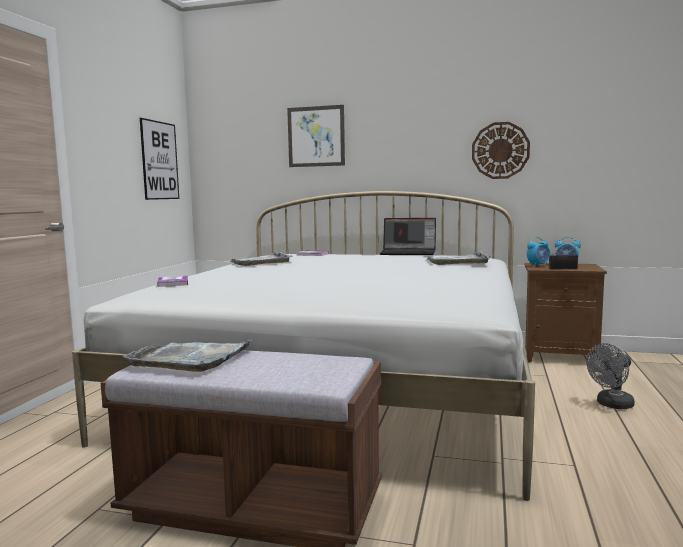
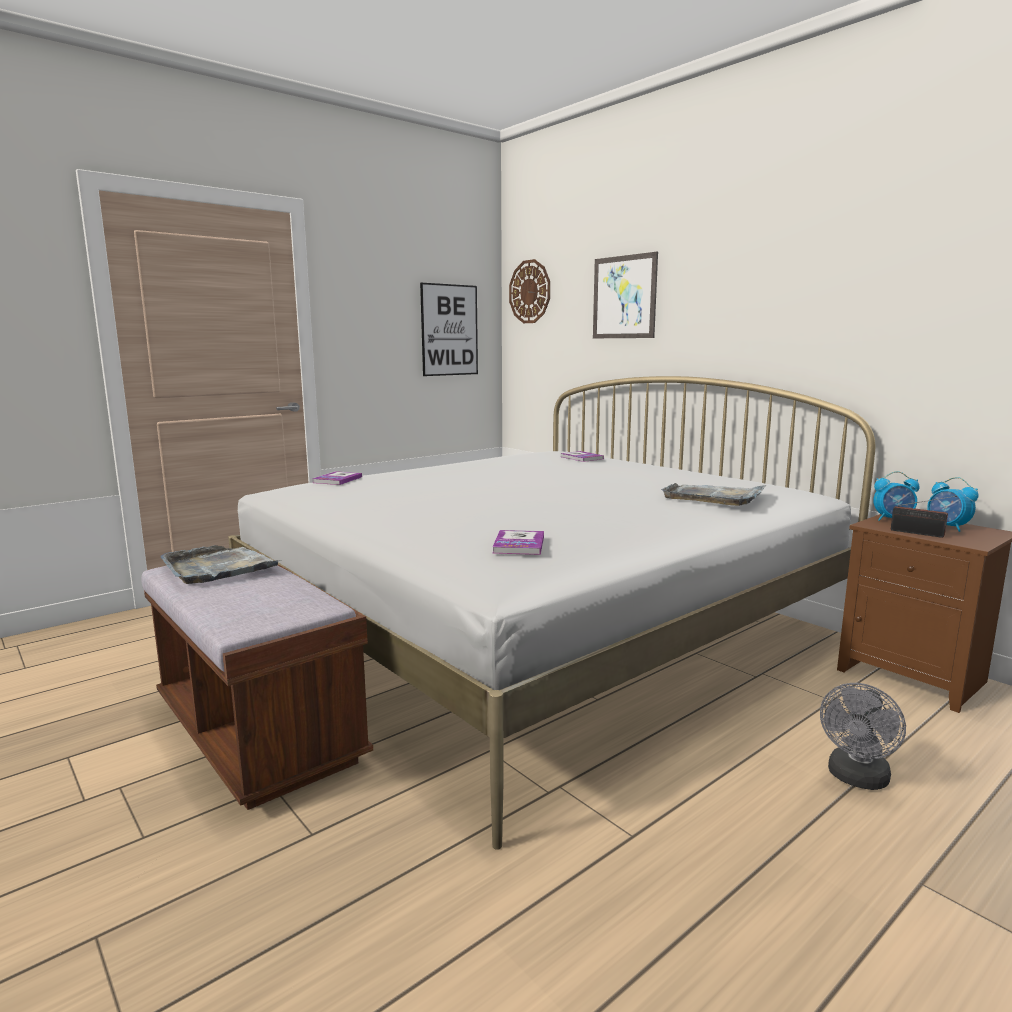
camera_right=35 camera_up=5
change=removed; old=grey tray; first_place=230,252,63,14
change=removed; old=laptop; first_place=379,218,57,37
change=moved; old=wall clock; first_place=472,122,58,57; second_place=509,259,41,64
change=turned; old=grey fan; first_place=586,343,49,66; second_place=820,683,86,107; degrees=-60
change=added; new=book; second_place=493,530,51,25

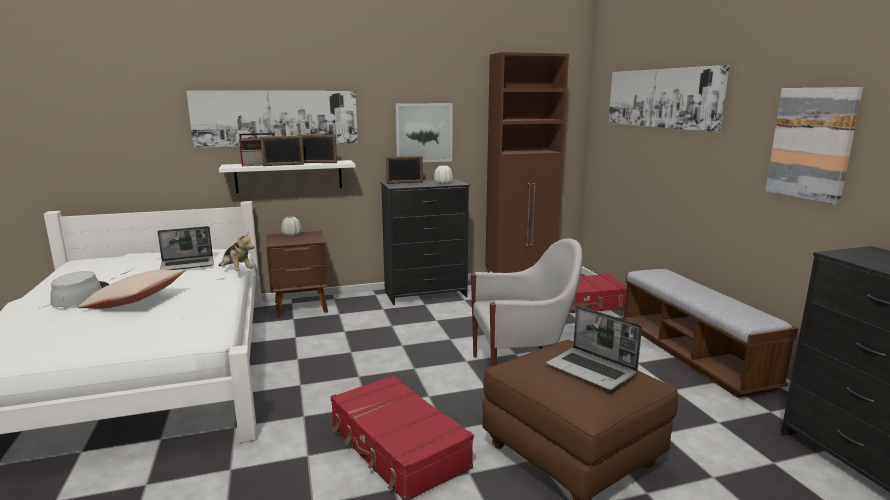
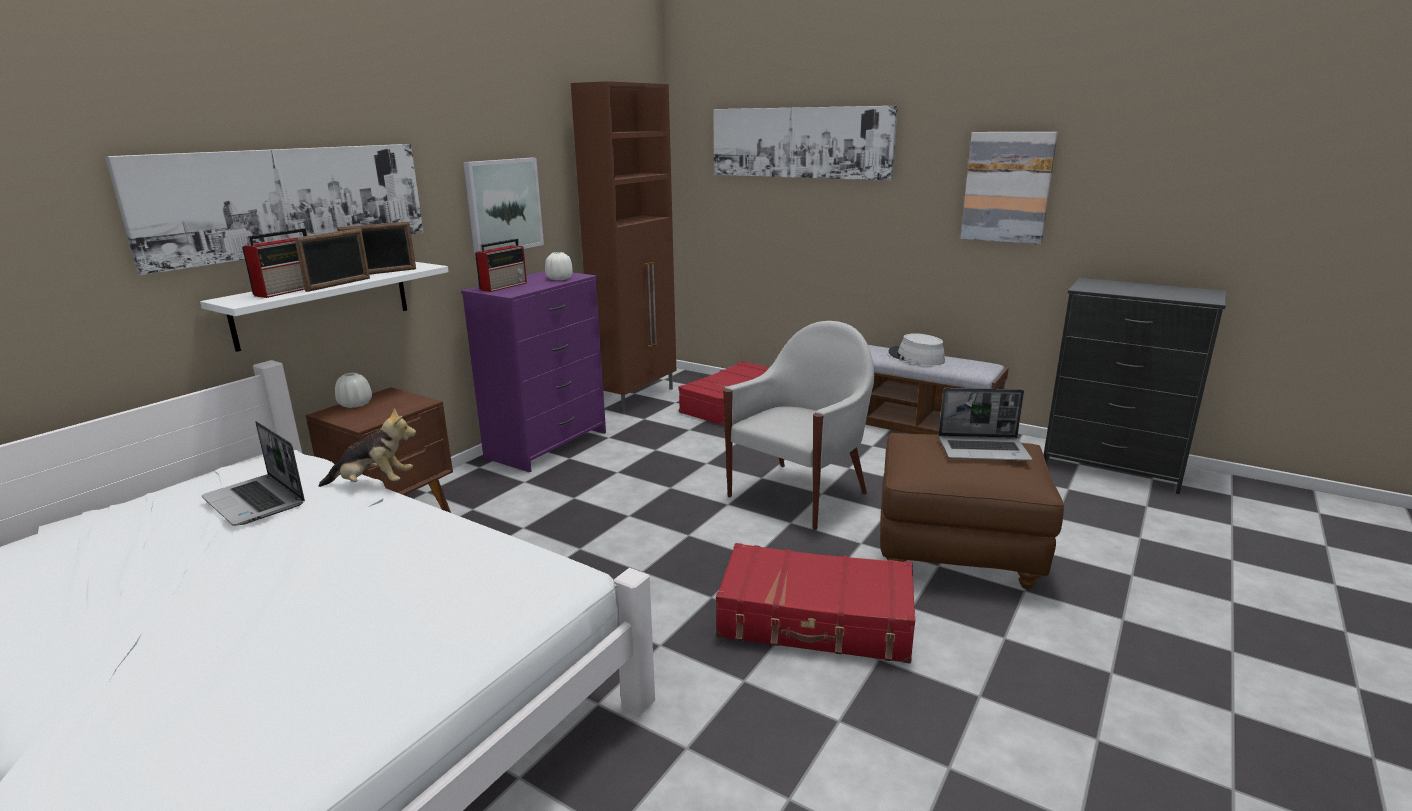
camera_right=-40 camera_up=5
change=moved; old=grey hat; first_place=50,271,59,36; second_place=889,333,56,32
change=removed; old=beige pillow; first_place=78,270,106,39
change=turned; old=laptop; first_place=158,226,56,44; second_place=201,421,104,105; degrees=105
change=recoloured; old=black dresser; new=purple dresser; first_place=380,178,90,127; second_place=461,271,145,201
change=replaced; old=picture frame; new=radio; first_place=386,156,37,28; second_place=475,239,52,53

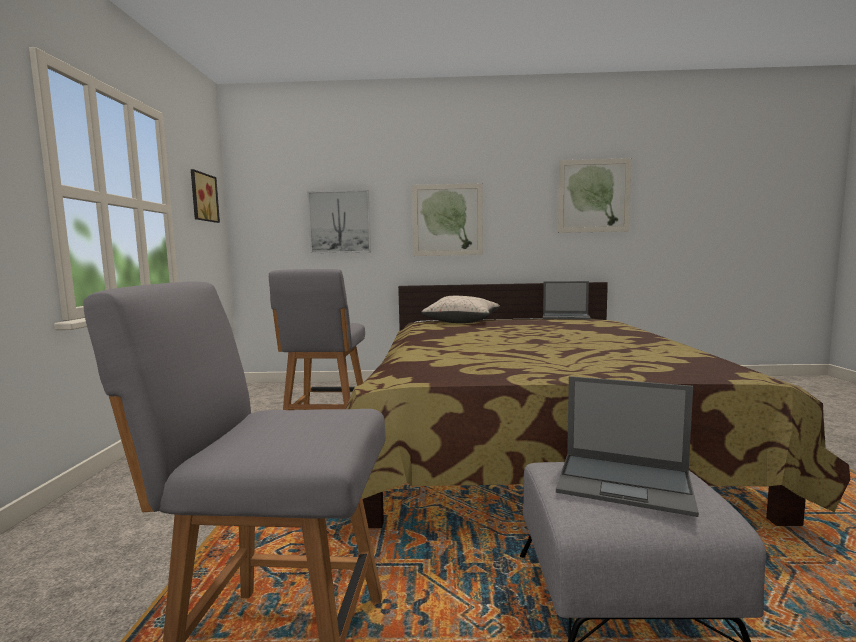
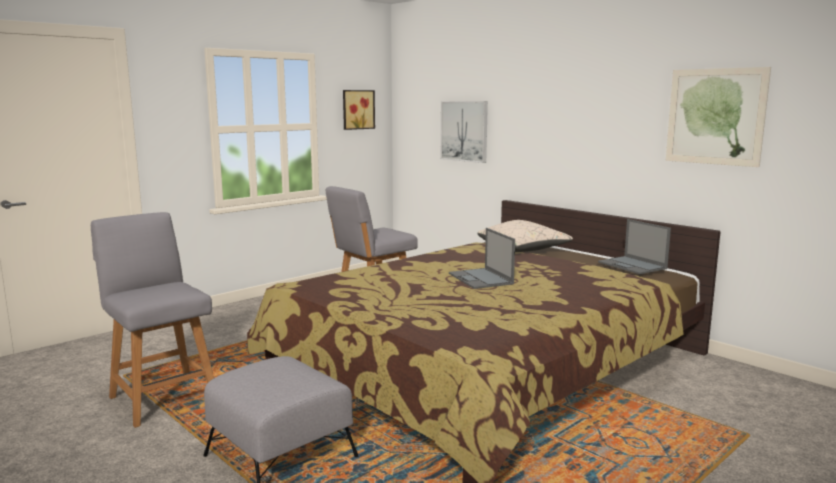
camera_right=45 camera_up=5
change=removed; old=picture; first_place=412,183,71,73
change=moved; old=laptop; first_place=556,376,143,141; second_place=449,228,66,61

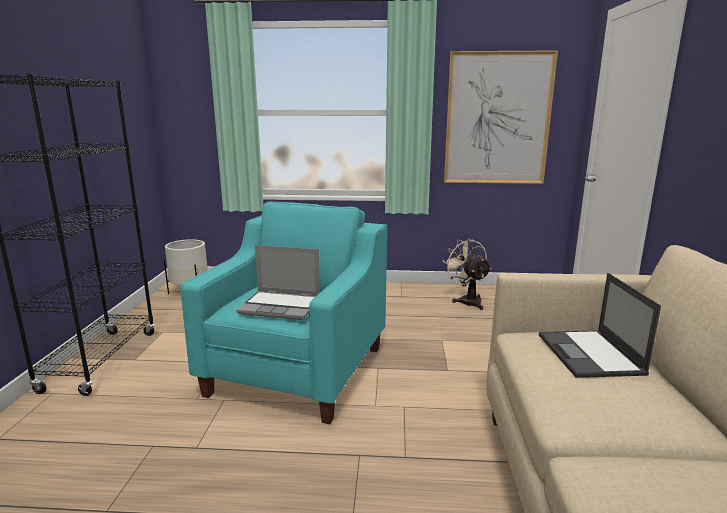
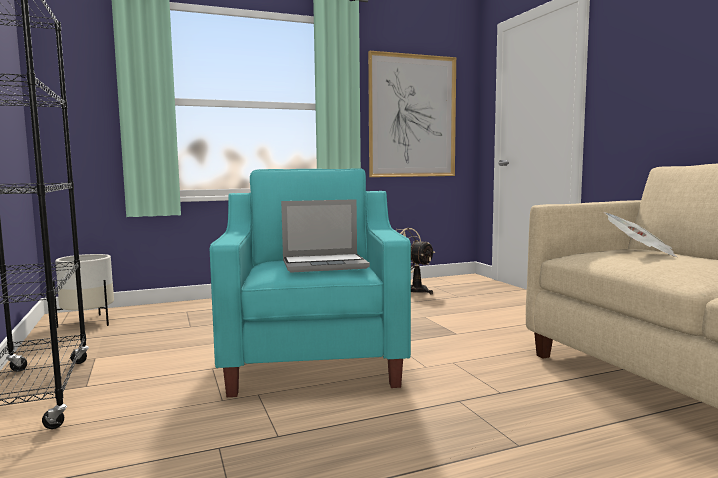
camera_right=-25 camera_up=-10
change=replaced; old=laptop; new=newspaper; first_place=539,273,122,105; second_place=604,212,73,45

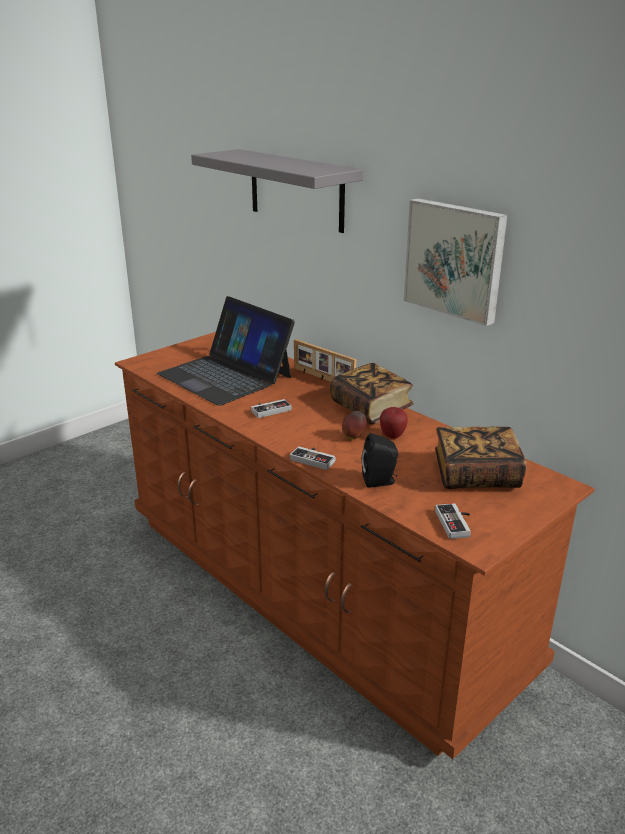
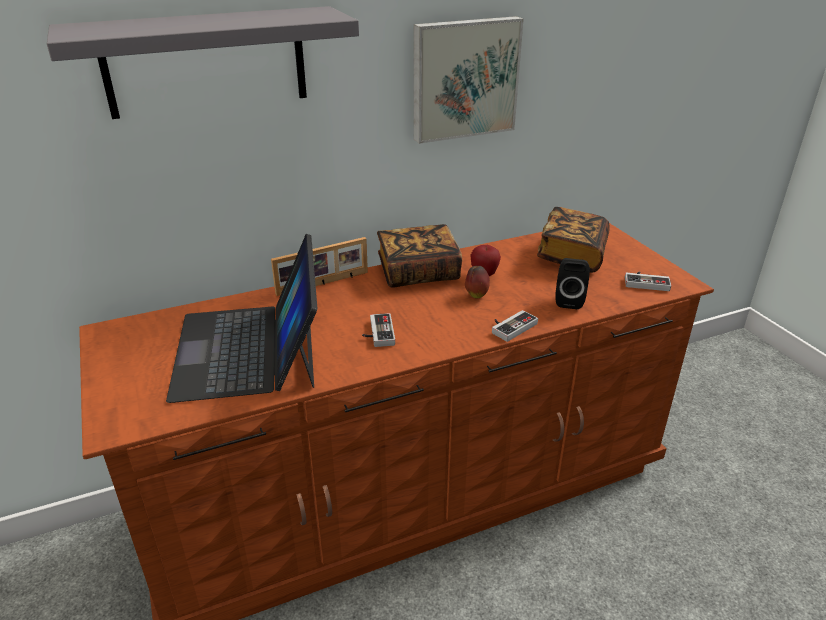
camera_right=-70 camera_up=5
change=turned; old=laptop; first_place=157,296,138,110; second_place=166,234,151,169; degrees=105

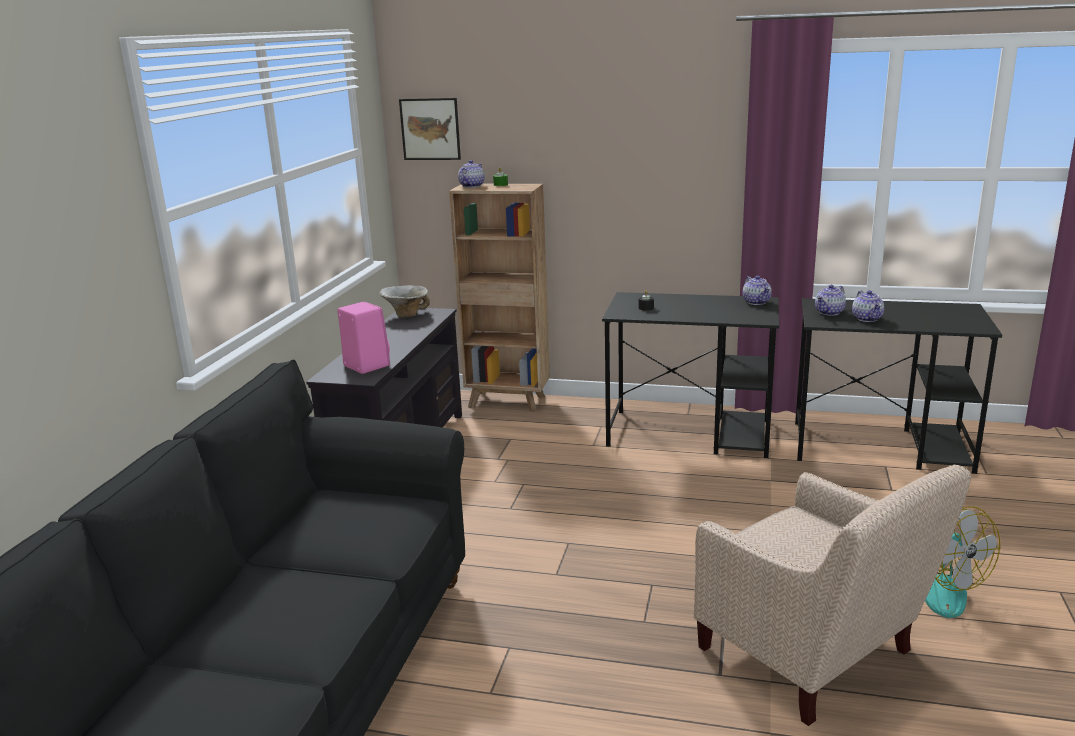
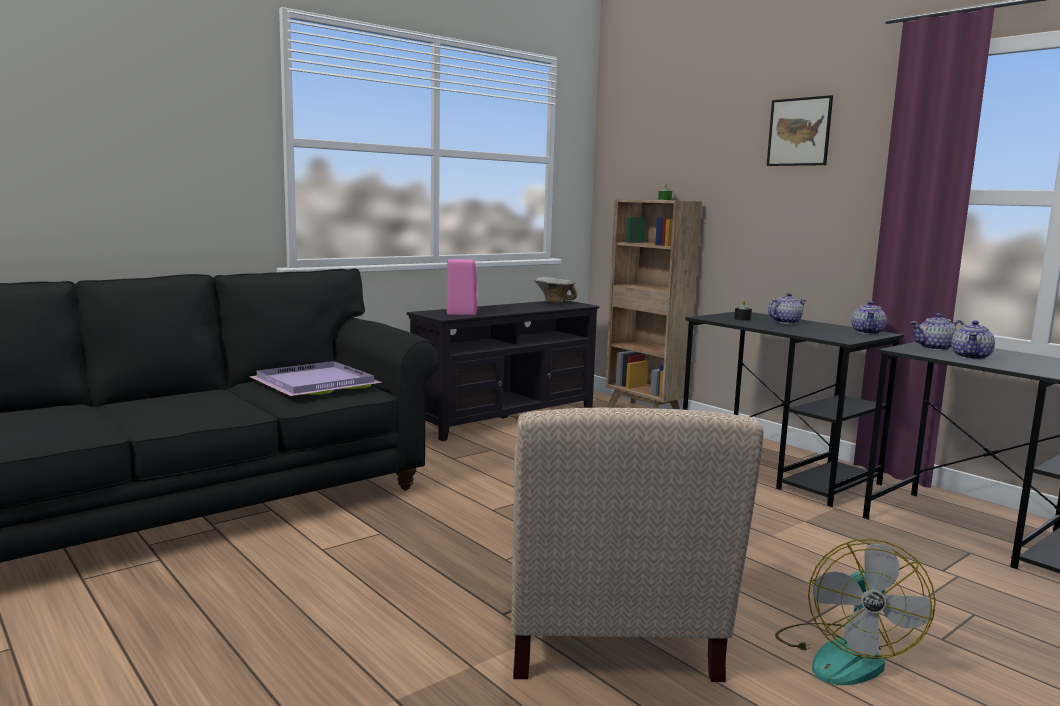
camera_right=35 camera_up=-10
change=moved; old=picture; first_place=399,98,62,62; second_place=767,95,66,71
change=moved; old=teapot; first_place=458,160,27,28; second_place=768,293,39,31
change=added; new=purple tray; second_place=249,361,133,35

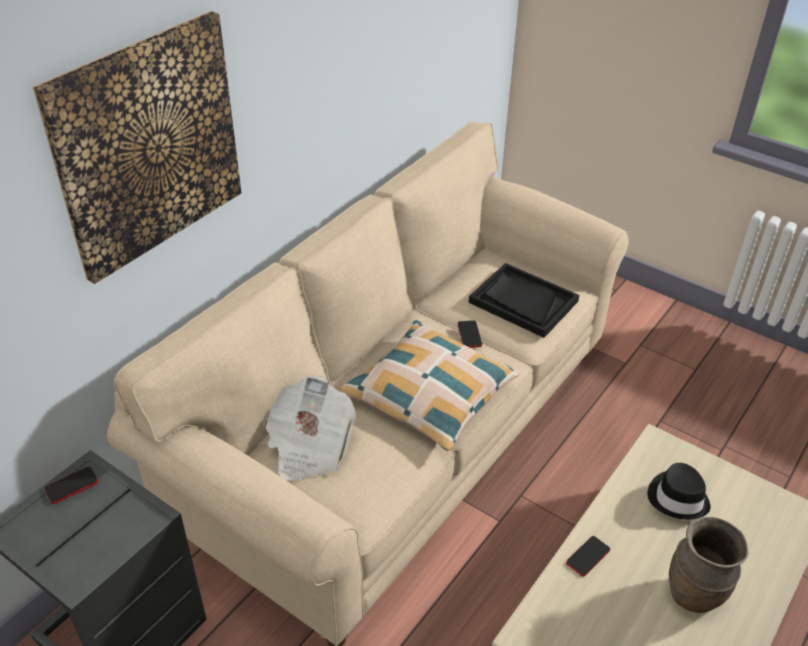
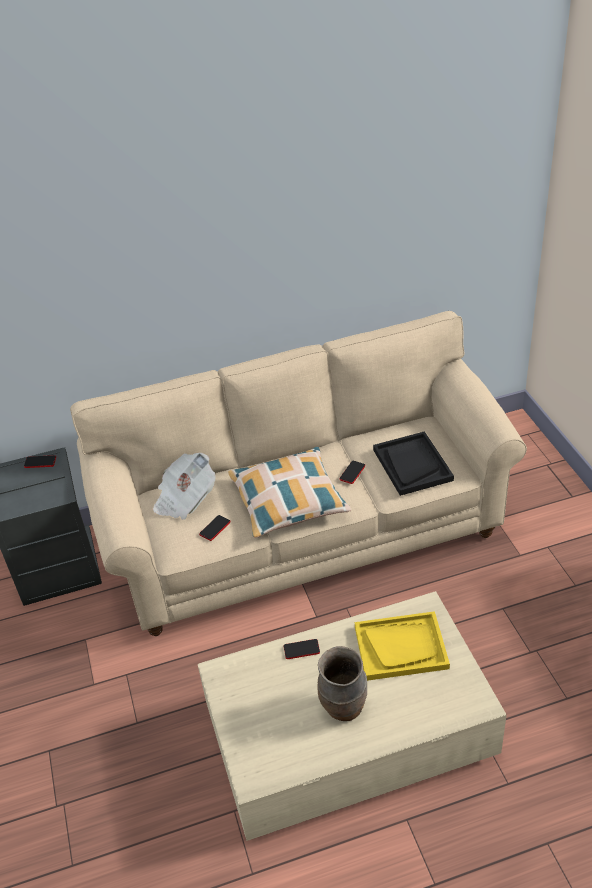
camera_right=40 camera_up=0
change=removed; old=picture; first_place=33,11,208,273
change=replaced; old=black hat; new=yellow tray; first_place=648,463,63,56; second_place=355,611,95,70
change=added; new=phone; second_place=199,515,31,26

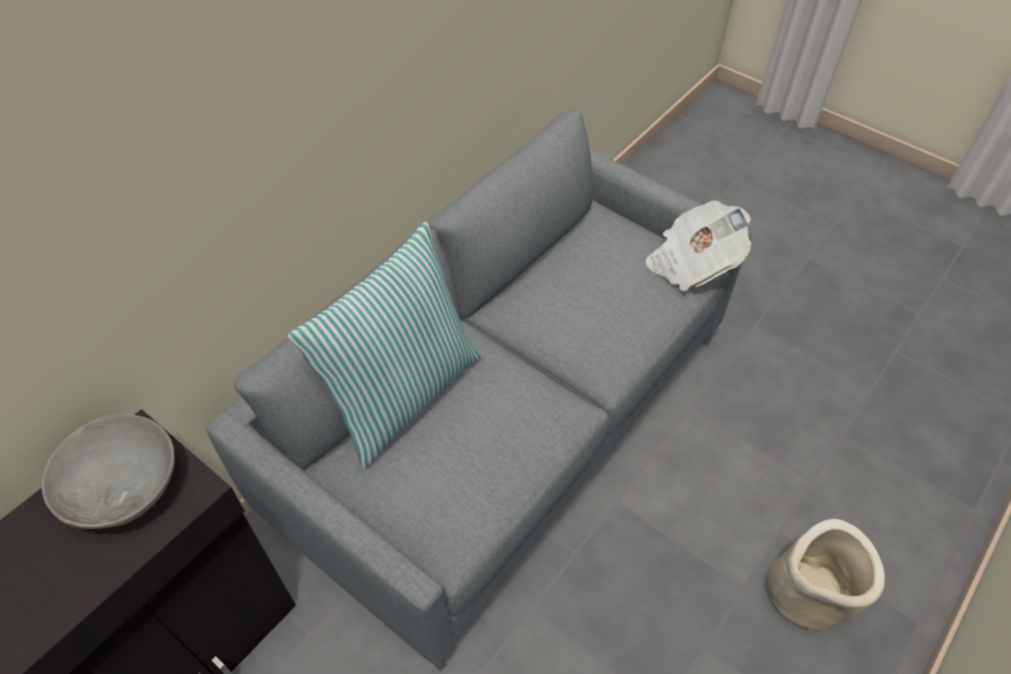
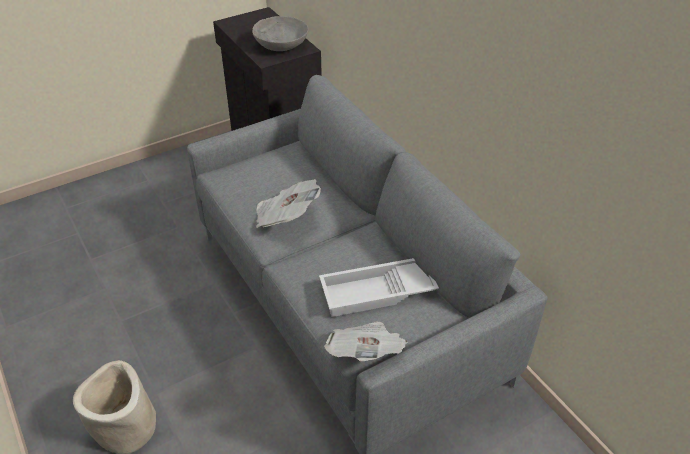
camera_right=110 camera_up=-10
change=removed; old=pillow; first_place=288,222,193,247
change=added; new=newspaper; second_place=256,179,65,49
change=added; new=white tray; second_place=319,258,120,59

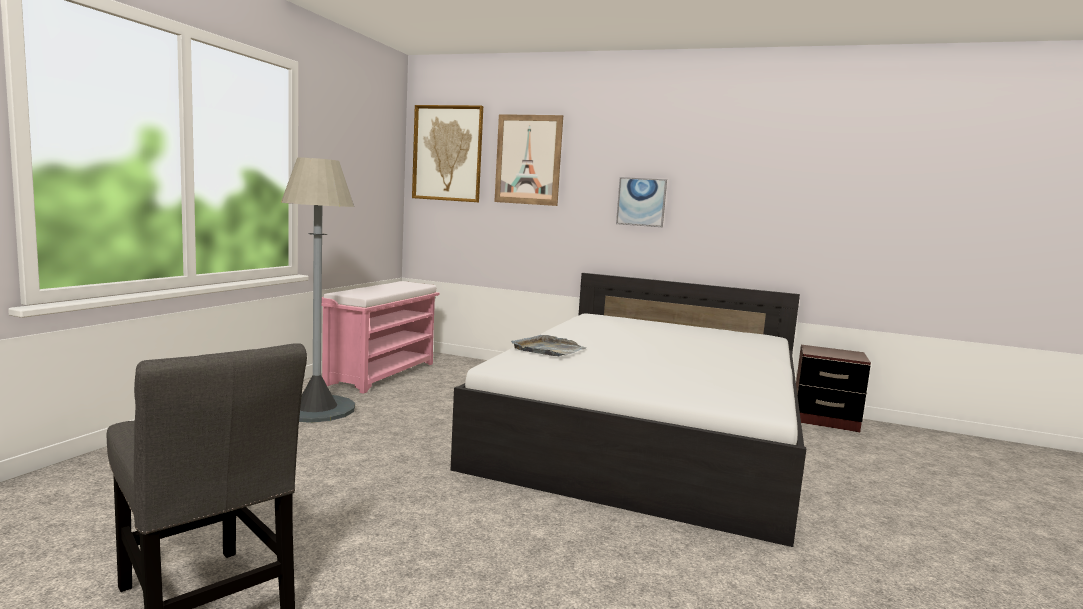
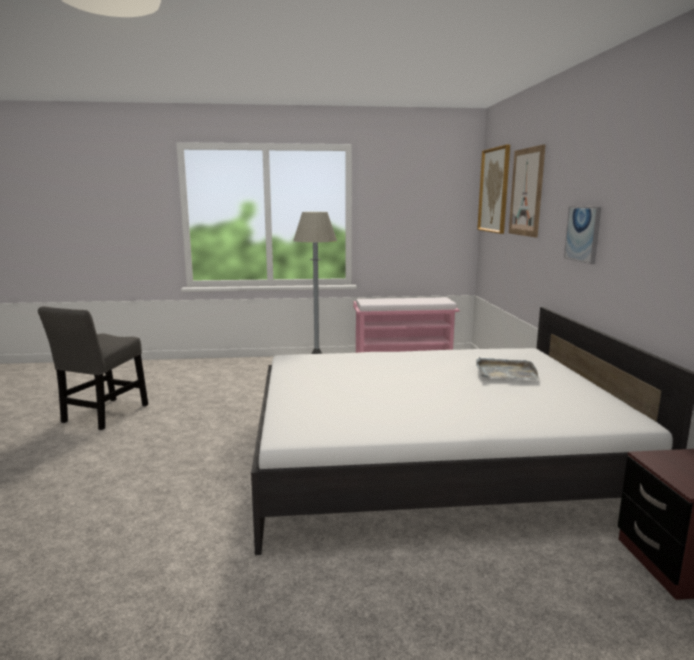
camera_right=65 camera_up=5
change=moved; old=grey tray; first_place=511,335,76,21; second_place=476,357,63,23

